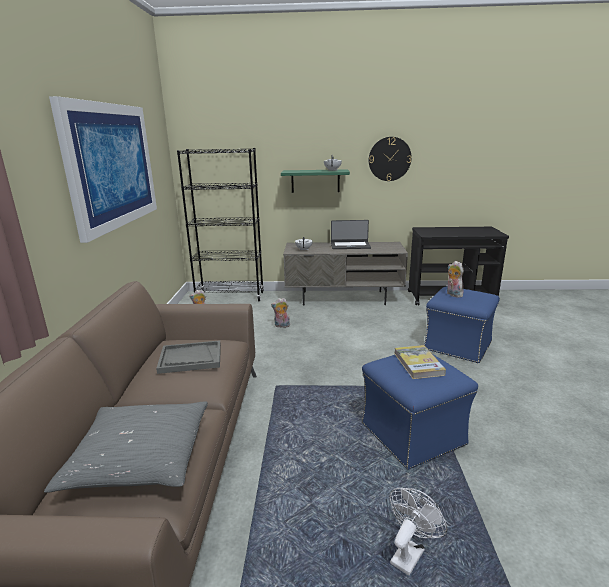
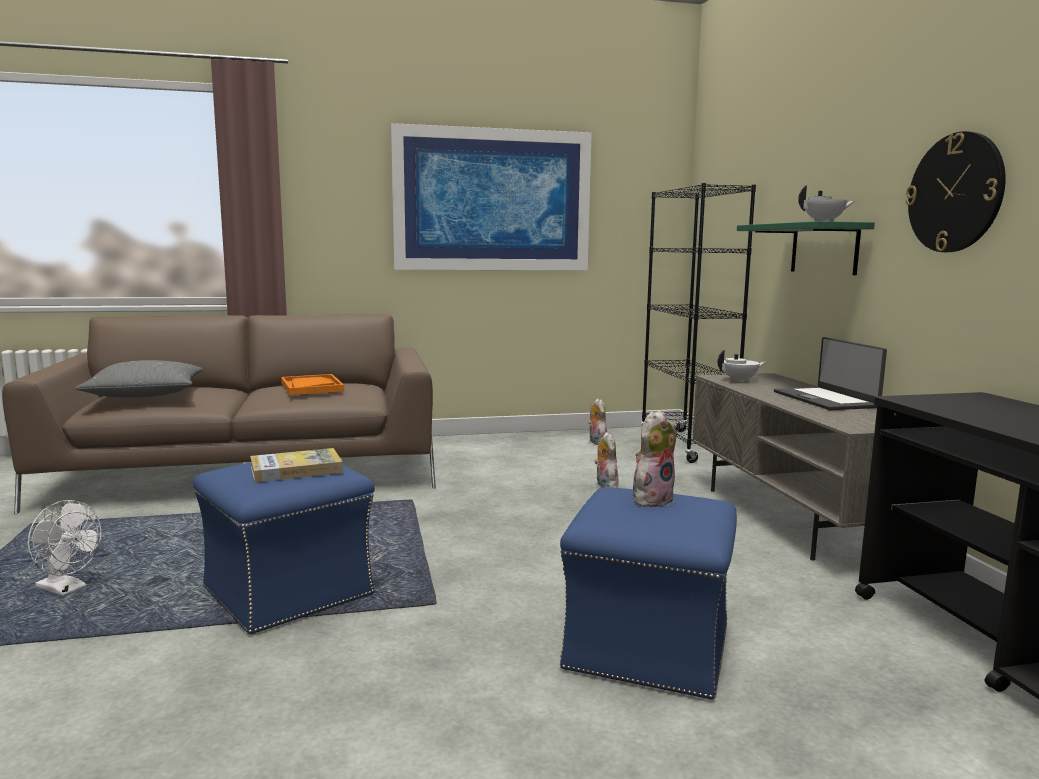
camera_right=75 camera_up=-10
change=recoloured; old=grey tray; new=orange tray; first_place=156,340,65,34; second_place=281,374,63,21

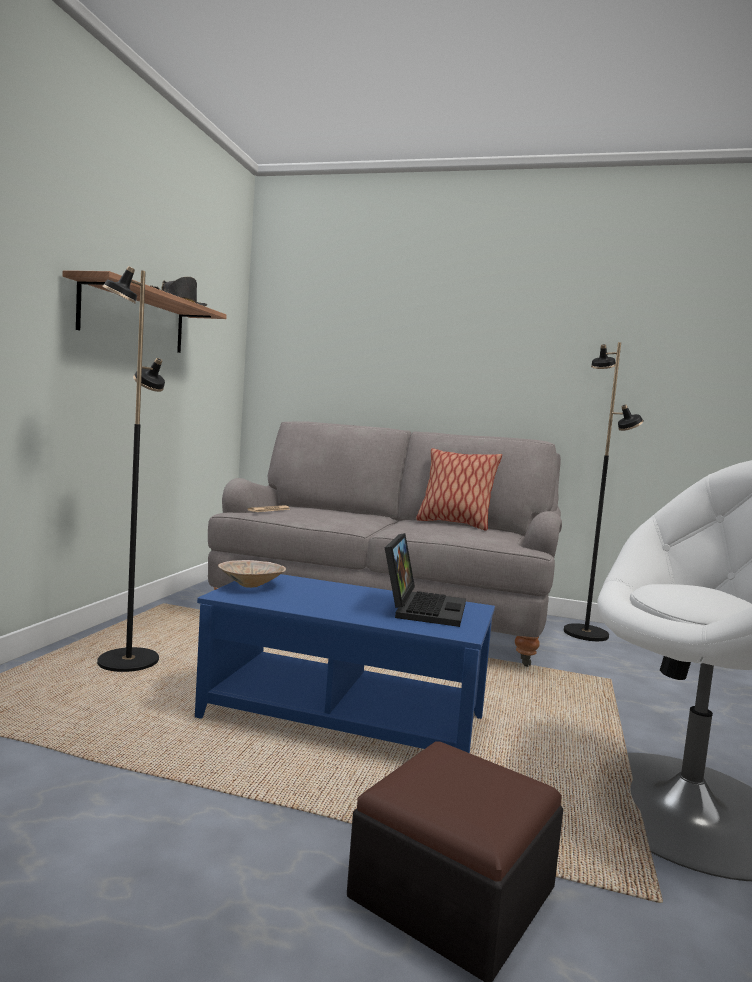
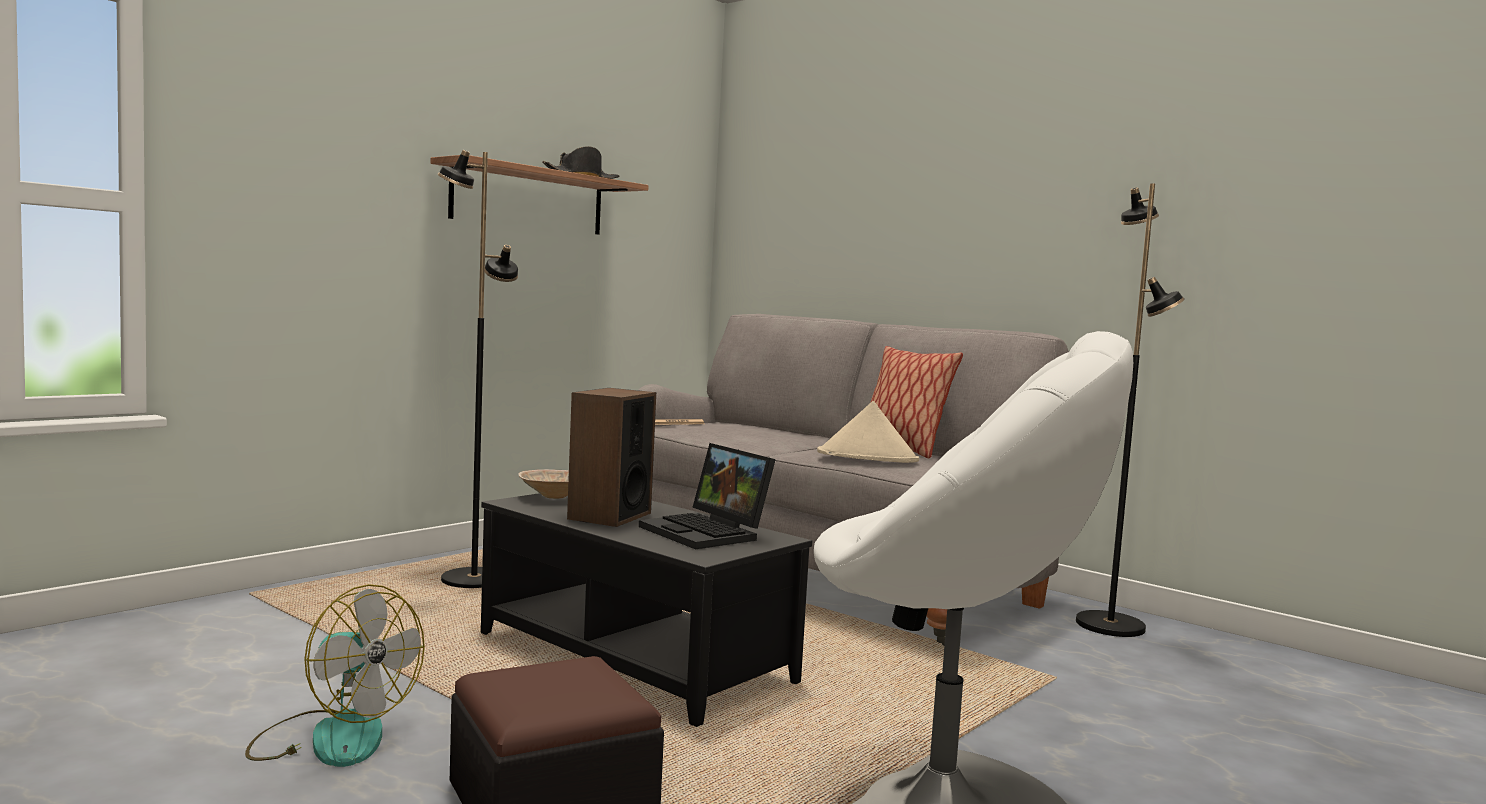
camera_right=25 camera_up=0
change=recoloured; old=blue coffee table; new=black coffee table; first_place=195,574,300,179; second_place=481,493,331,234
change=turned; old=laptop; first_place=385,533,81,94; second_place=639,443,137,106; degrees=105
change=added; new=fan; second_place=245,584,180,183
change=added; new=speaker; second_place=567,388,89,139
change=added; new=beige hat; second_place=817,401,102,62

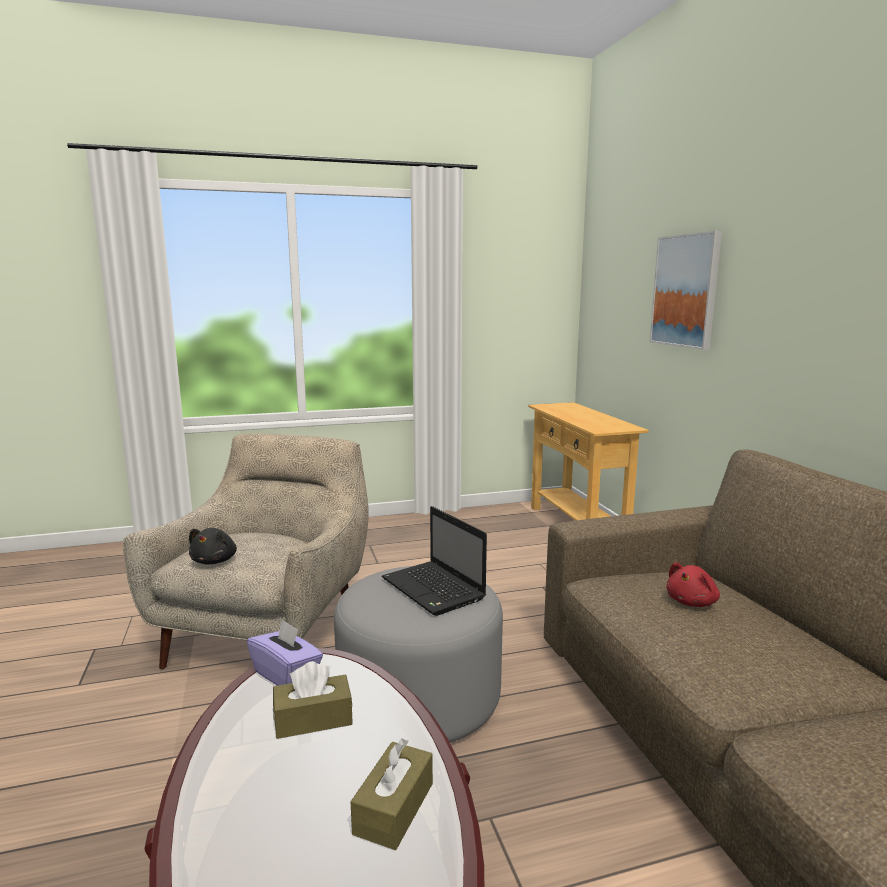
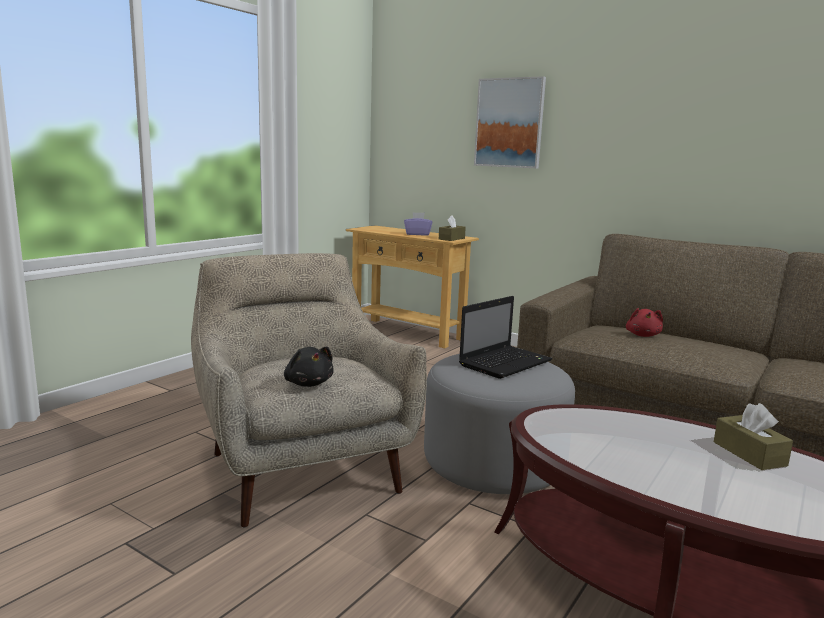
camera_right=-40 camera_up=0
change=moved; old=purple tissue box; first_place=247,619,76,67; second_place=404,212,28,24
change=moved; old=brown tissue box; first_place=273,661,80,78; second_place=439,215,27,26
change=turned; old=laptop; first_place=382,506,105,110; second_place=459,296,93,83; degrees=-60

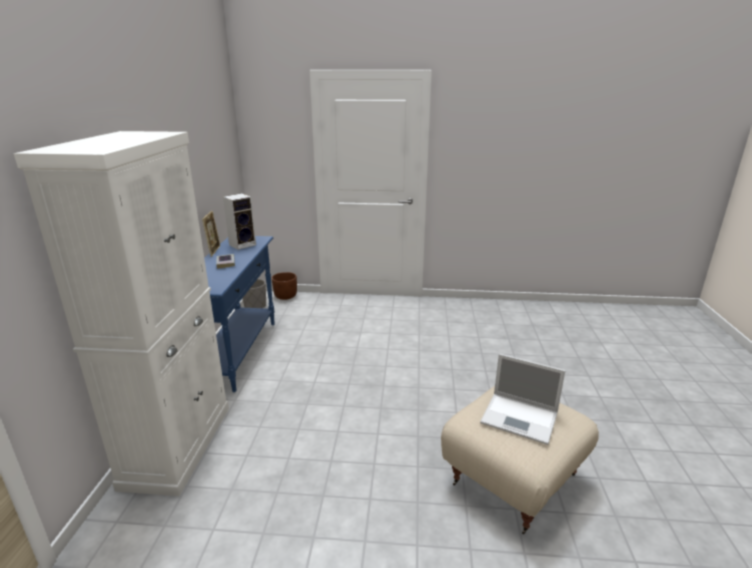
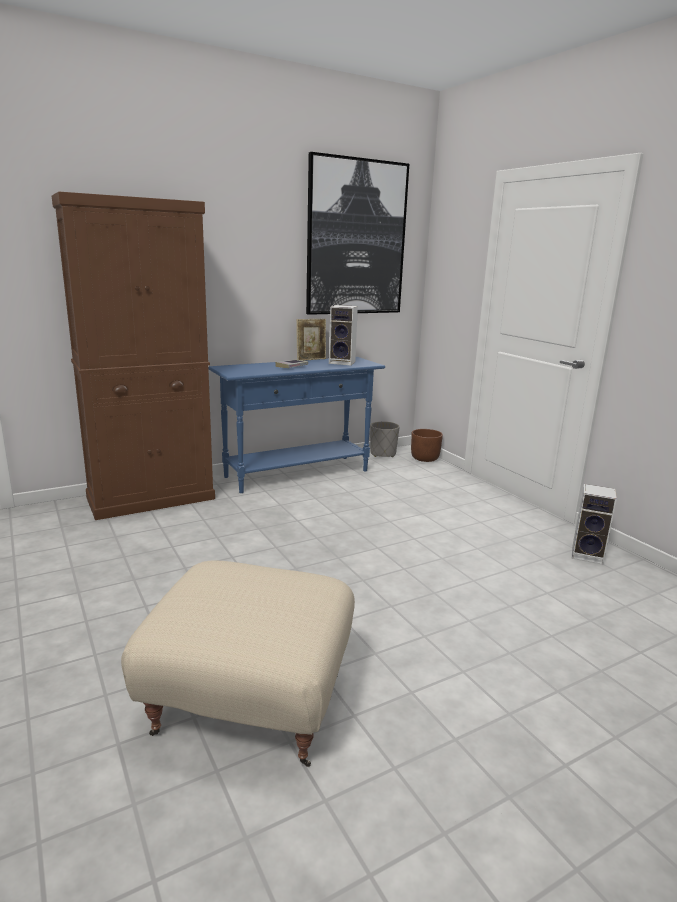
camera_right=55 camera_up=-5
change=recoloured; old=white cabinet; new=brown cabinet; first_place=14,131,215,365; second_place=52,192,163,328
change=removed; old=laptop; first_place=480,354,86,91
change=added; new=picture; second_place=306,152,103,163
change=added; new=speaker; second_place=572,484,45,81

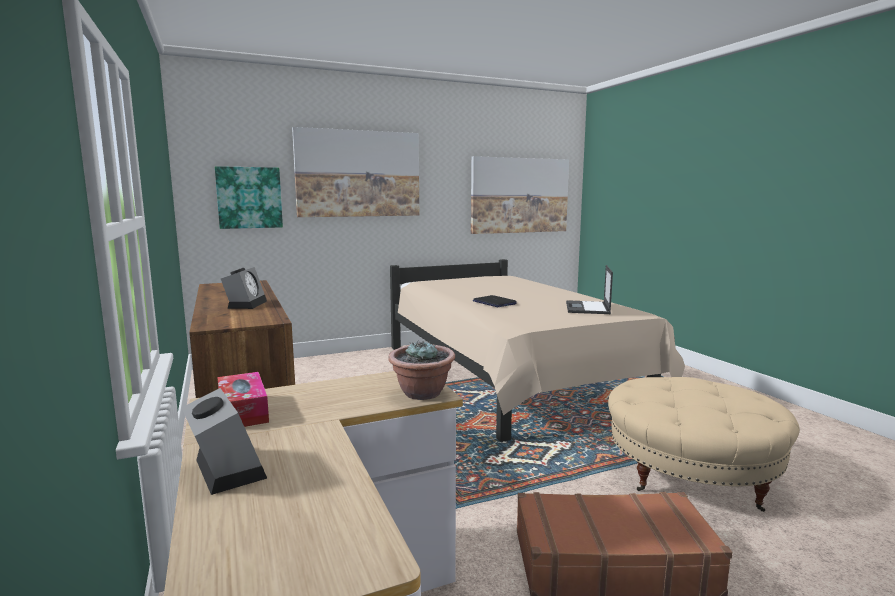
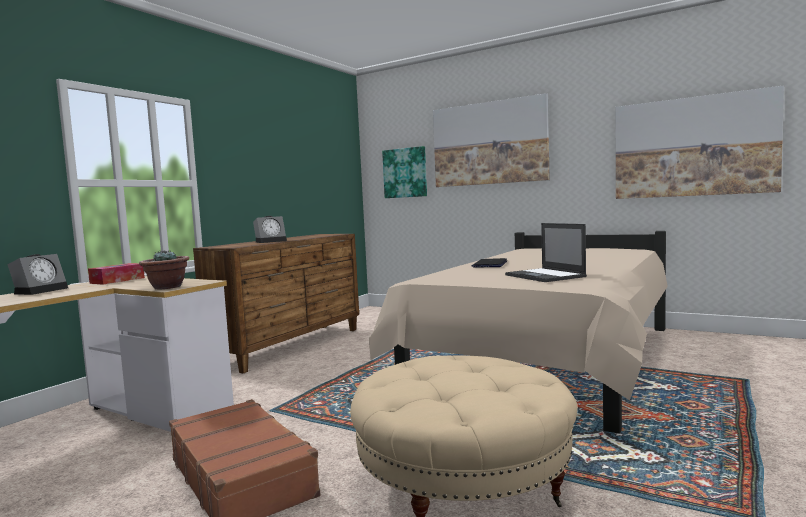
camera_right=55 camera_up=-5
change=turned; old=laptop; first_place=566,265,47,49; second_place=505,223,82,59; degrees=-90

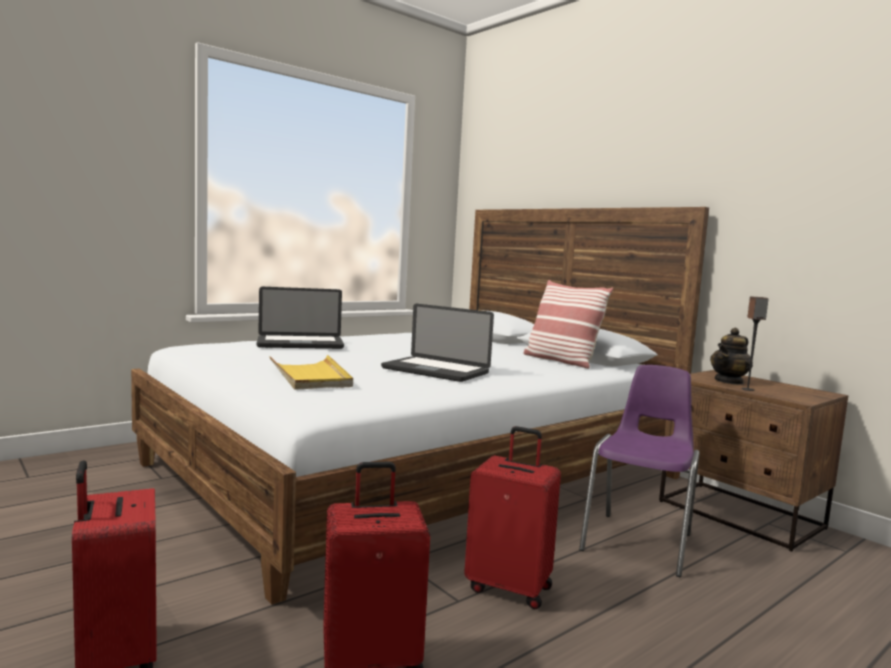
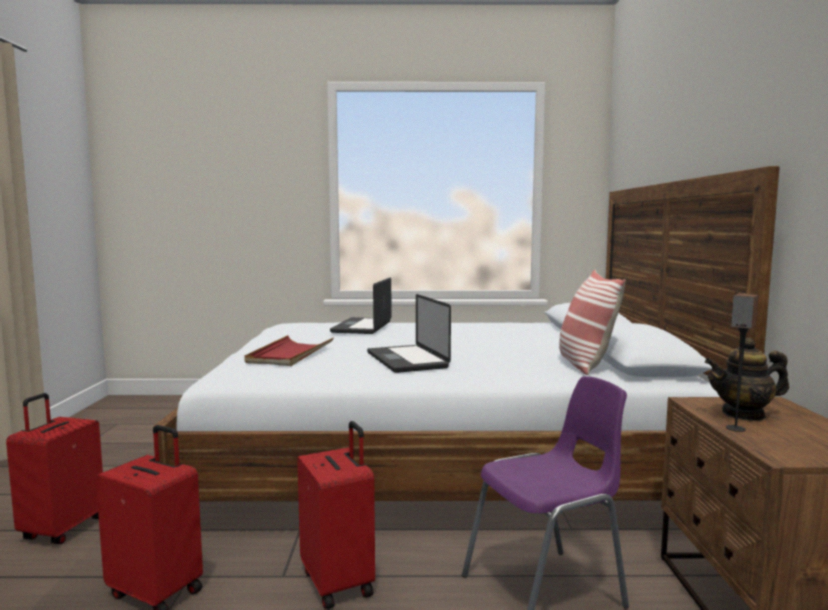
camera_right=40 camera_up=0
change=turned; old=laptop; first_place=257,287,87,62; second_place=330,278,61,56; degrees=75
change=recoloured; old=yellow tray; new=red tray; first_place=269,355,84,35; second_place=244,335,89,31

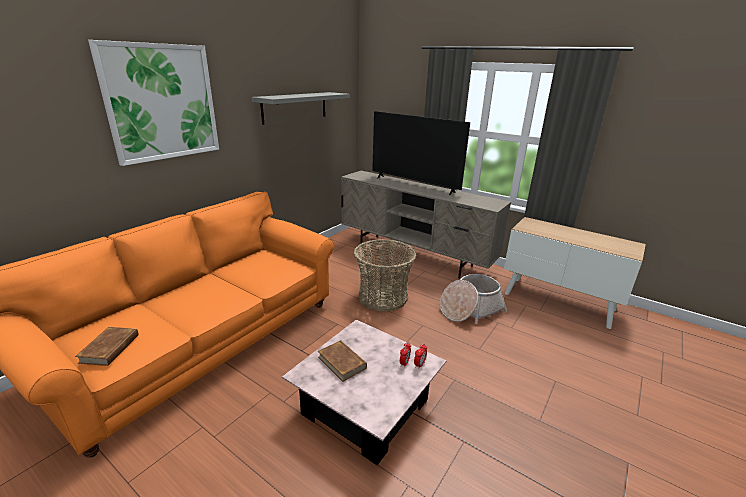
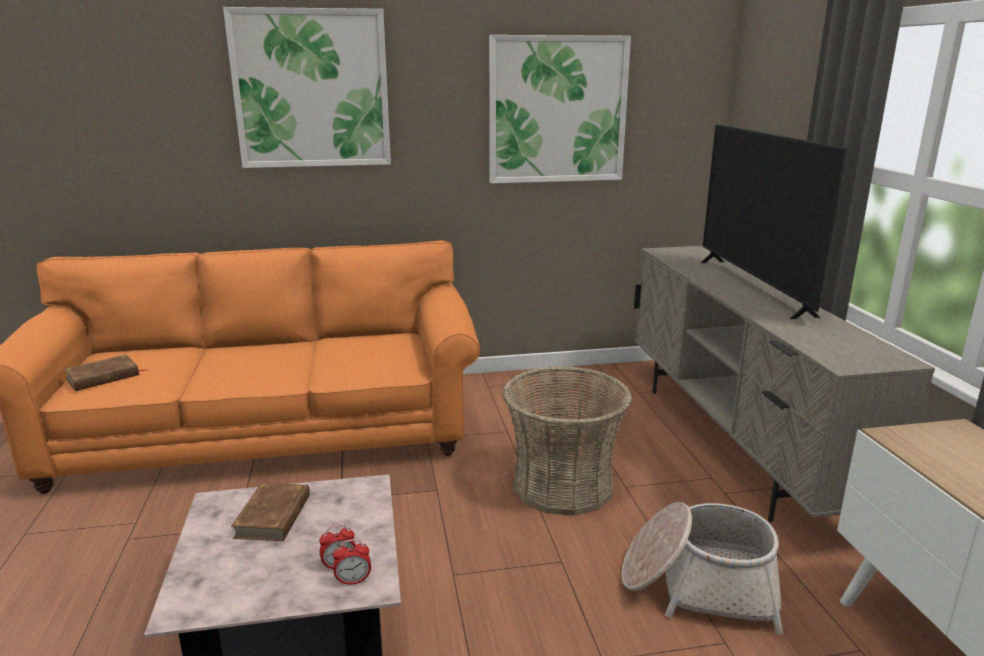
camera_right=45 camera_up=-5
change=replaced; old=grey shelf; new=picture; first_place=252,92,97,33; second_place=489,35,142,149

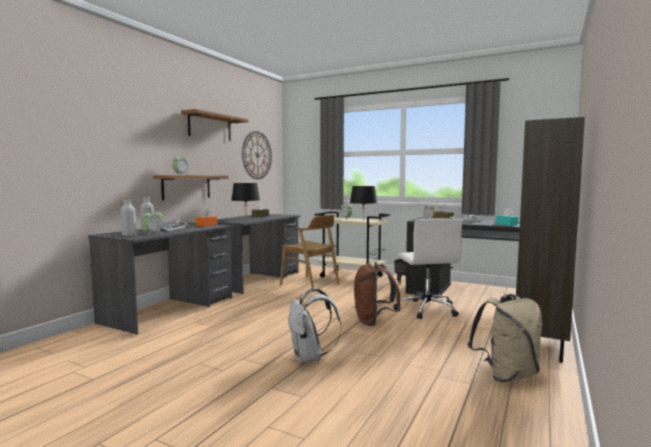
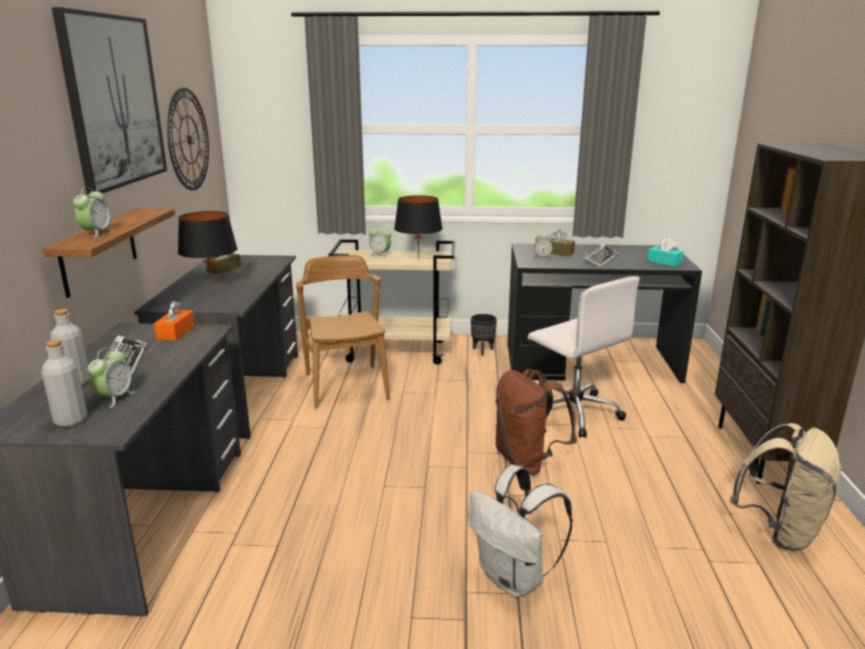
camera_right=-25 camera_up=15
change=replaced; old=shelf; new=picture; first_place=181,109,67,32; second_place=52,7,115,189
change=turned; old=brown chair; first_place=280,215,59,77; second_place=296,255,94,154; degrees=-120

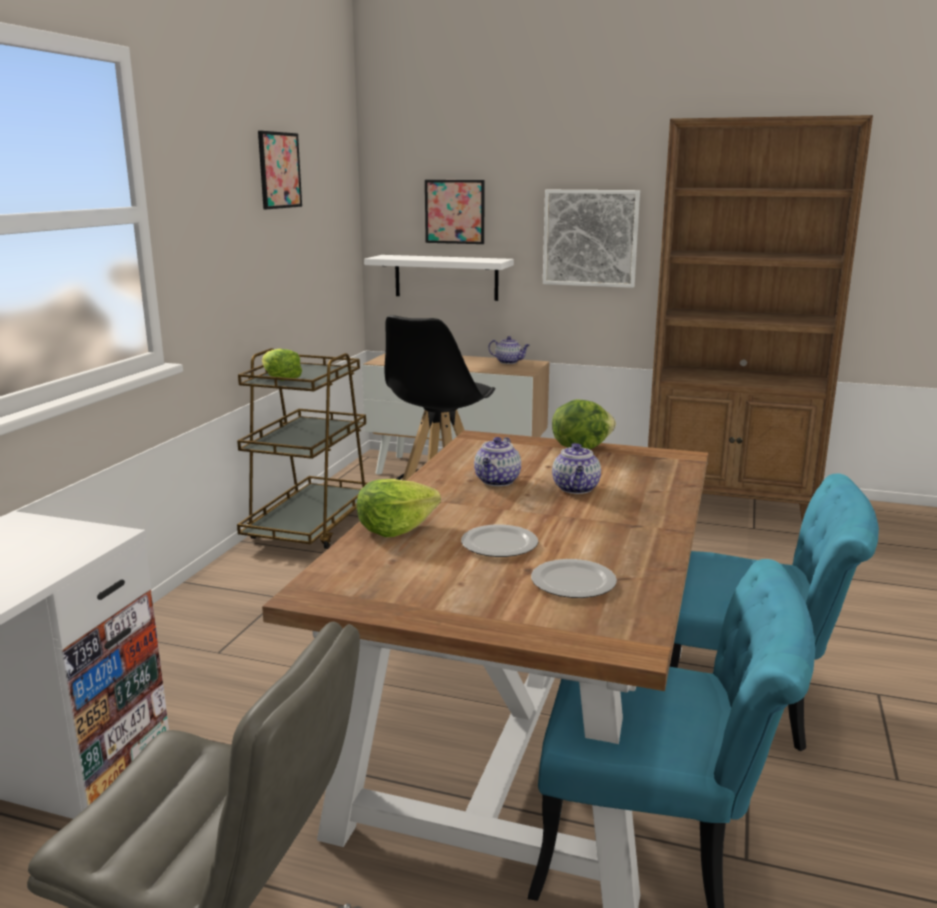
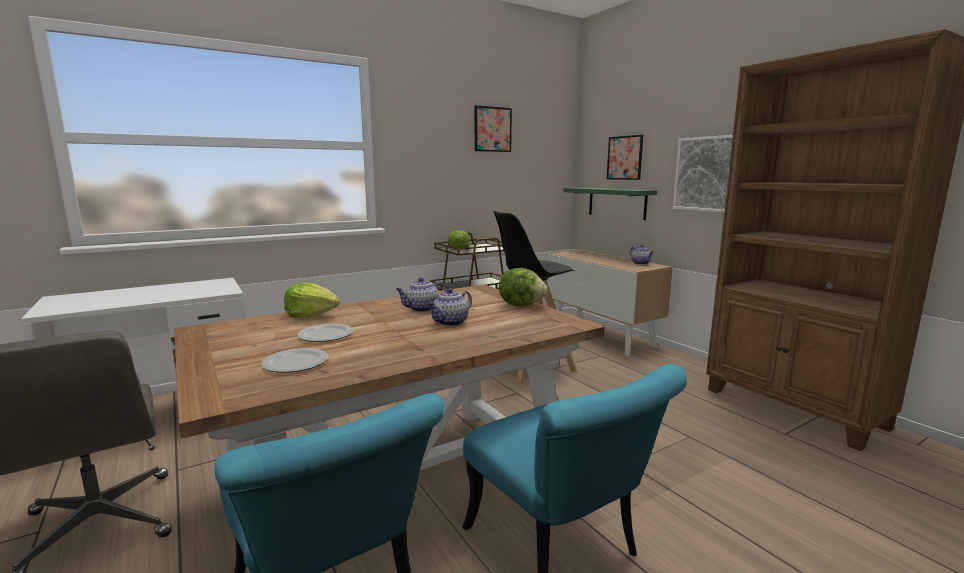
camera_right=40 camera_up=-5
change=recoloured; old=white shelf; new=green shelf; first_place=364,255,150,46; second_place=563,188,94,32

